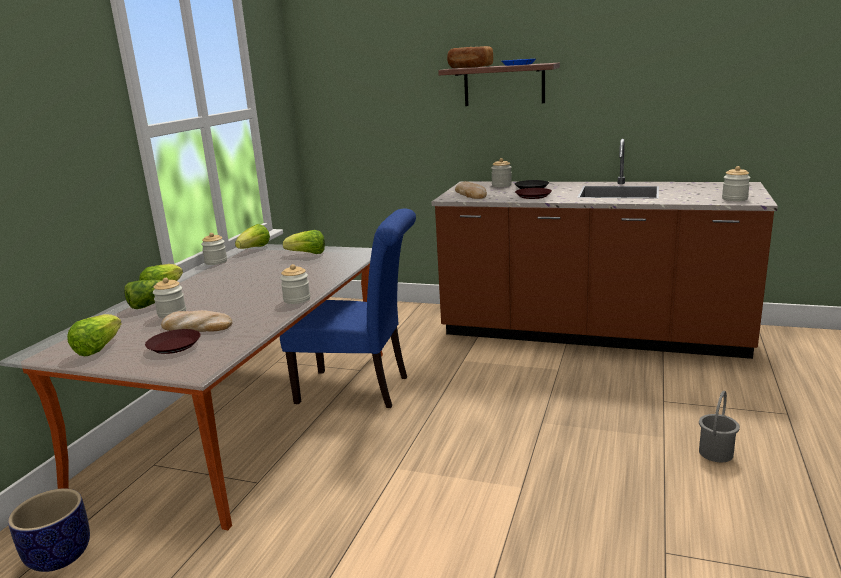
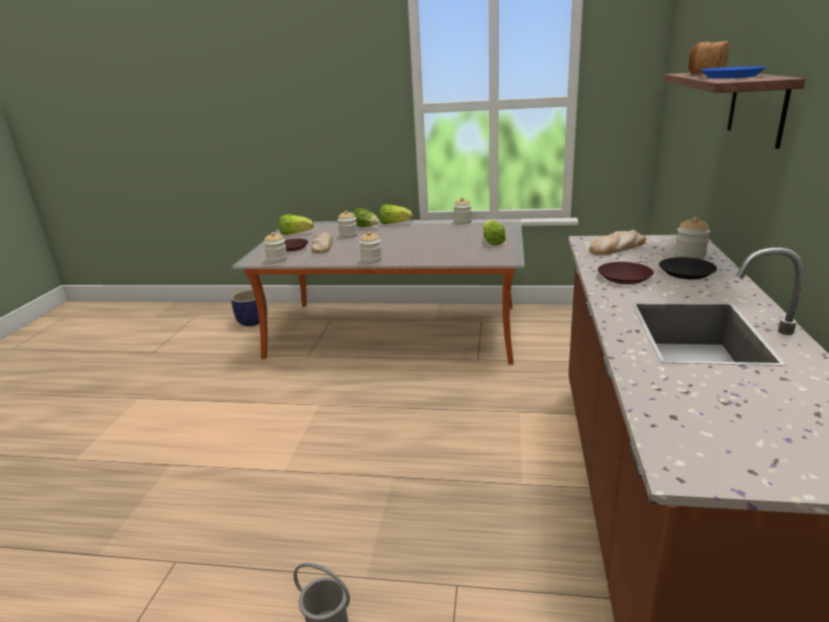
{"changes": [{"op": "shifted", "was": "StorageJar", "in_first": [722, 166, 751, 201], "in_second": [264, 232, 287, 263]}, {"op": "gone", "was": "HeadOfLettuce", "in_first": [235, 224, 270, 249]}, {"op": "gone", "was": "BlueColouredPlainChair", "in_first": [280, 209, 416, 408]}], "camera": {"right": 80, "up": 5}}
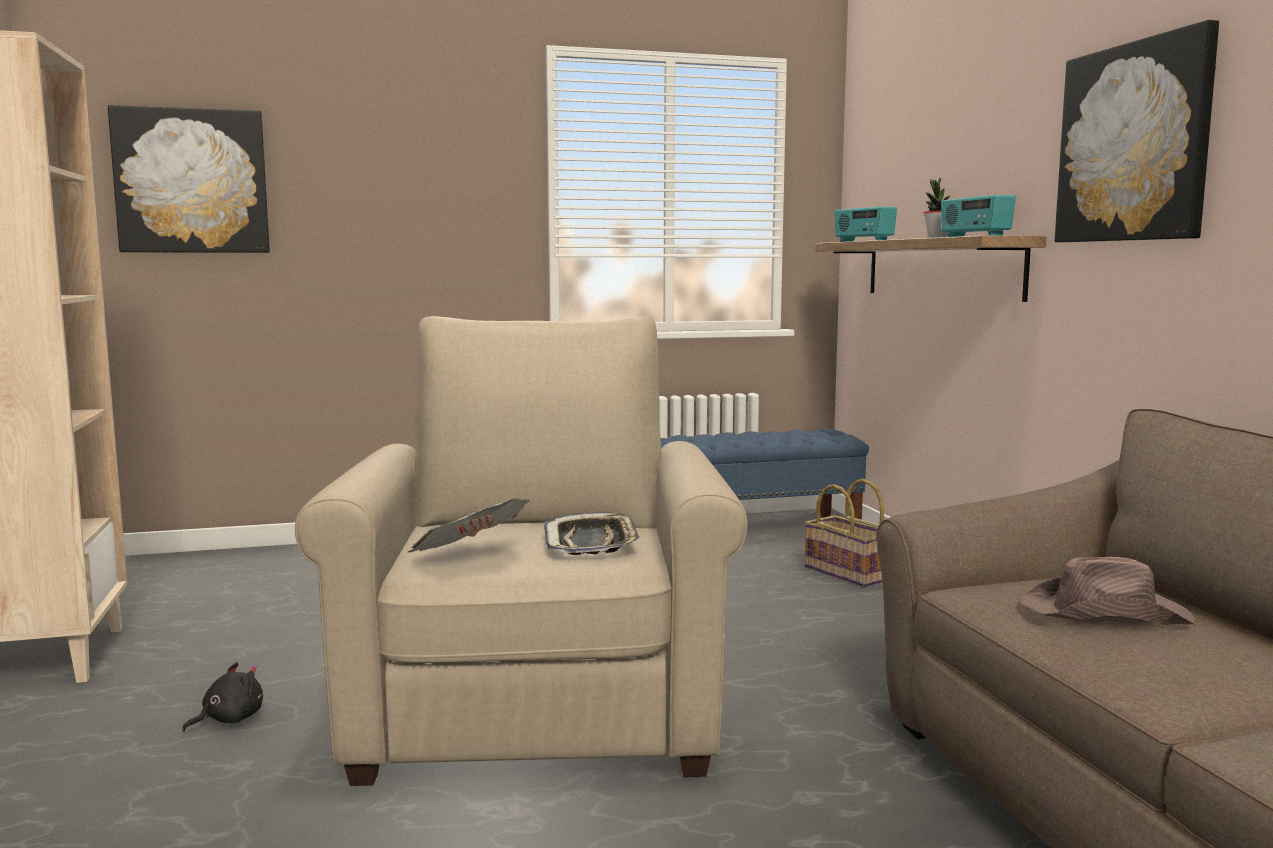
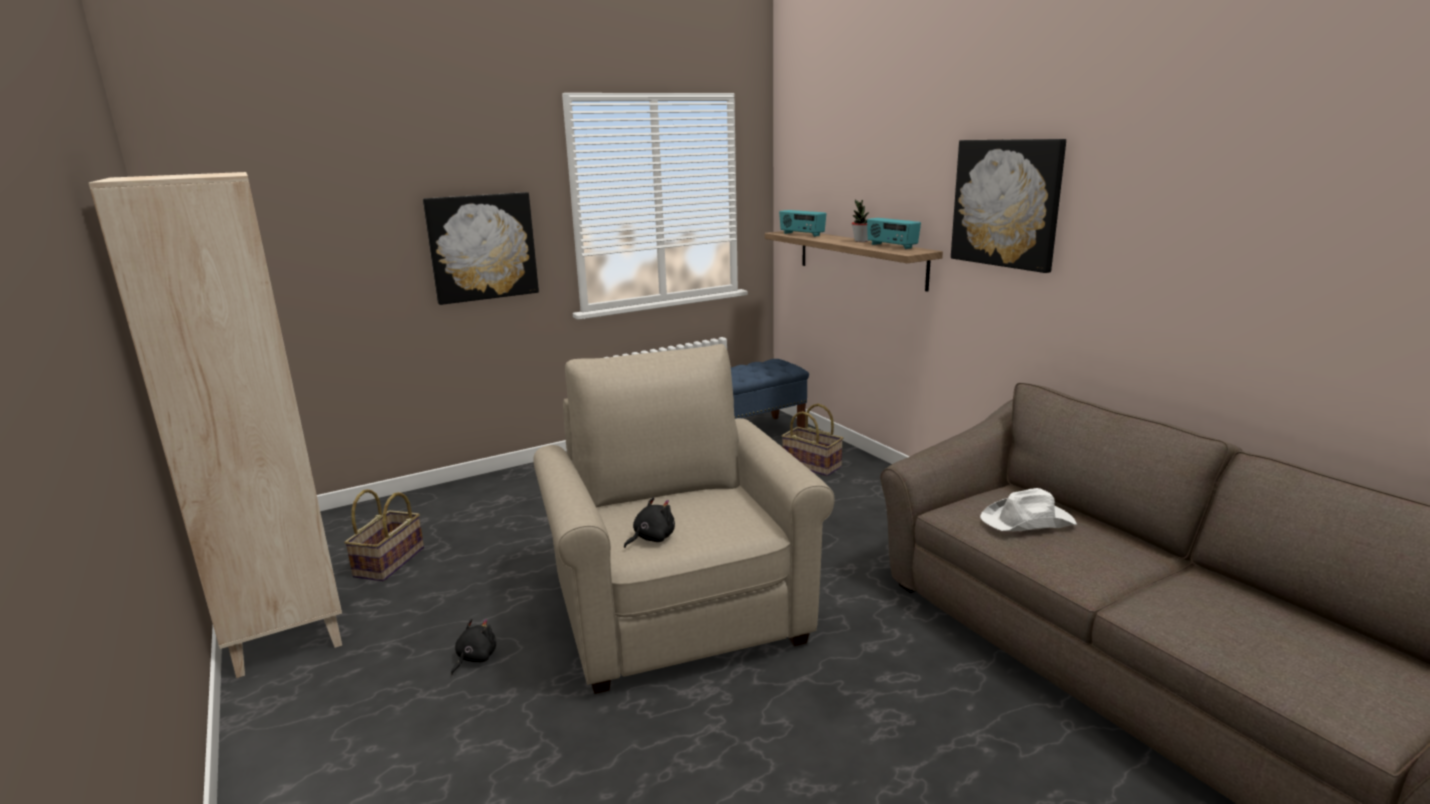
{"changes": [{"op": "new", "now": "Basket", "in_second": [344, 489, 424, 581]}, {"op": "shifted", "was": "Picture", "in_first": [108, 105, 270, 253], "in_second": [423, 192, 539, 305]}, {"op": "swapped", "was": "DailyPaper", "now": "BlackColouredSoftToy", "in_first": [408, 498, 529, 552], "in_second": [624, 497, 675, 548]}, {"op": "repainted", "was": "BrownishHat", "now": "WhiteHat", "in_first": [1019, 557, 1195, 625], "in_second": [980, 488, 1077, 531]}, {"op": "gone", "was": "ServingTray", "in_first": [544, 512, 641, 555]}], "camera": {"right": -15, "up": 10}}
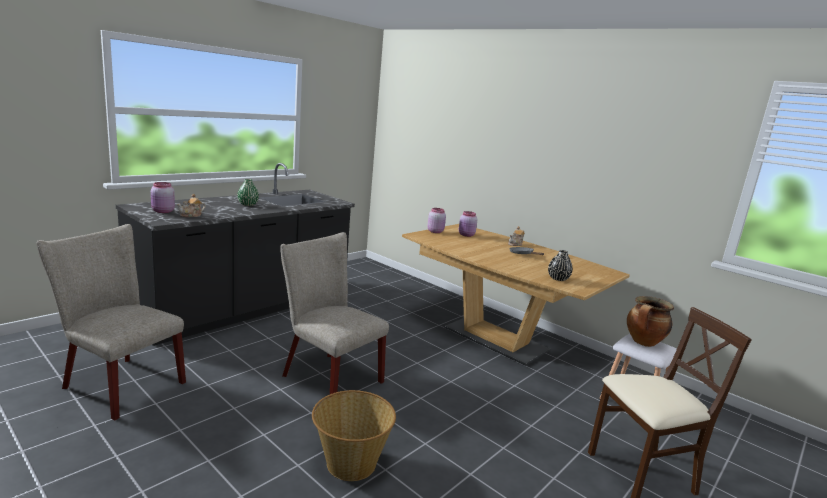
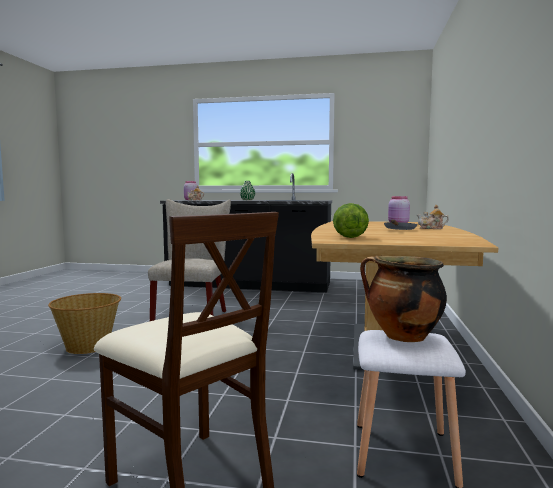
{"changes": [{"op": "swapped", "was": "BlackColouredVase", "now": "HeadOfLettuce", "in_first": [548, 250, 573, 281], "in_second": [333, 203, 369, 238]}, {"op": "gone", "was": "BeigePlainChair", "in_first": [37, 224, 186, 420]}, {"op": "gone", "was": "PinkStorageJar", "in_first": [427, 208, 446, 233]}], "camera": {"right": 60, "up": -10}}
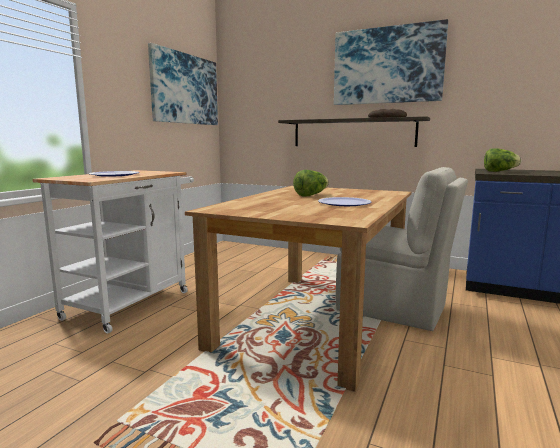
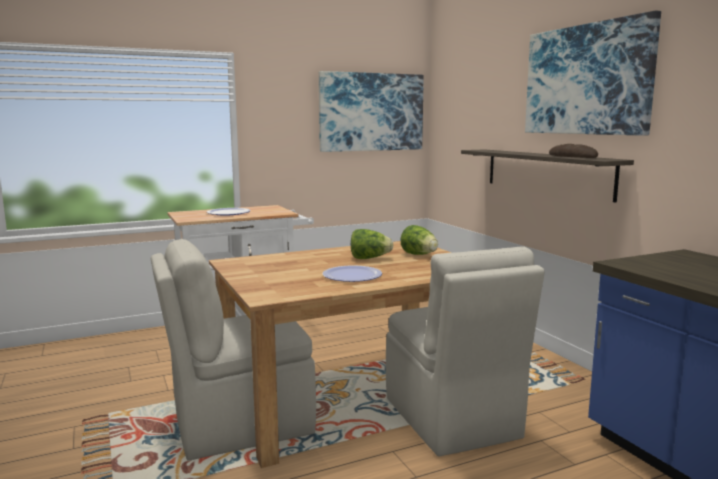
{"changes": [{"op": "new", "now": "BeigePlainChair", "in_second": [151, 239, 316, 461]}, {"op": "shifted", "was": "HeadOfLettuce", "in_first": [484, 148, 521, 172], "in_second": [400, 225, 438, 255]}], "camera": {"right": 40, "up": 0}}
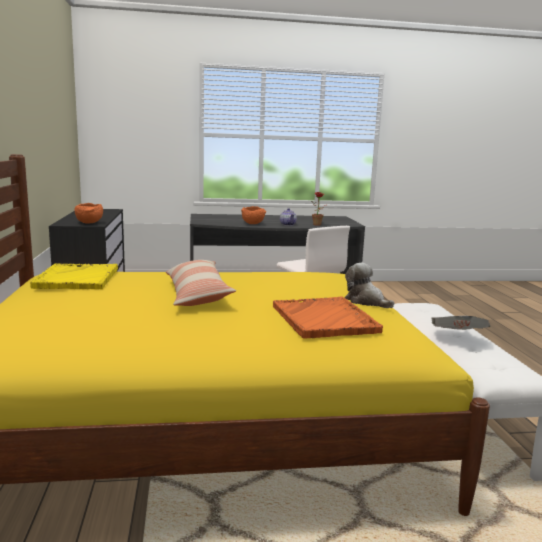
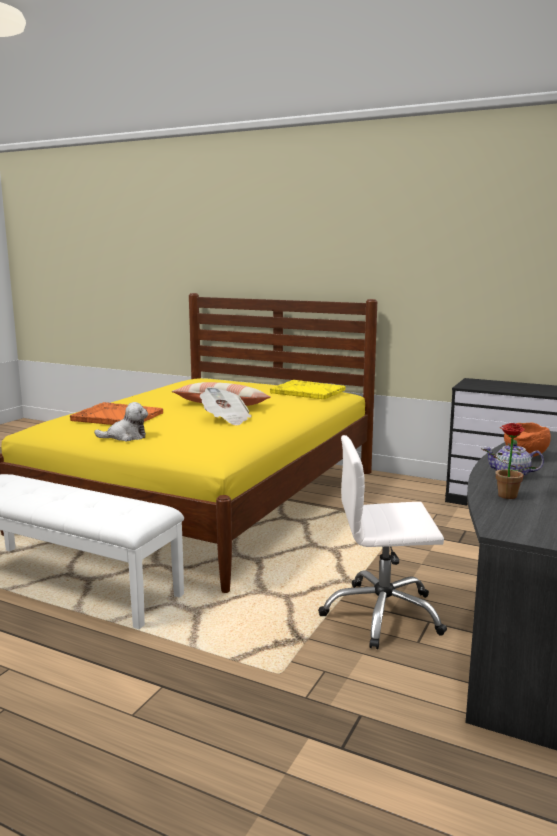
{"changes": [{"op": "shifted", "was": "DailyPaper", "in_first": [432, 316, 491, 330], "in_second": [200, 387, 252, 426]}, {"op": "gone", "was": "OrangeyBowl", "in_first": [75, 203, 103, 224]}], "camera": {"right": 125, "up": 0}}
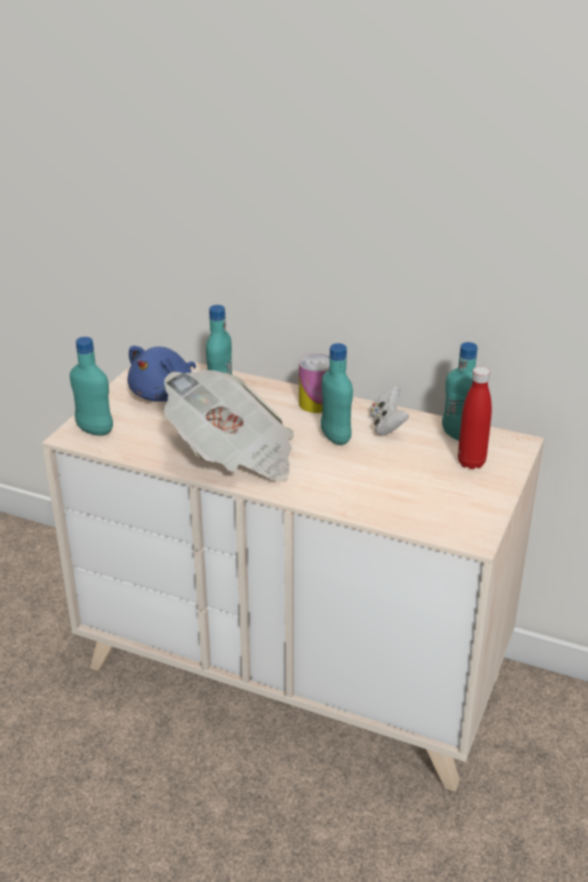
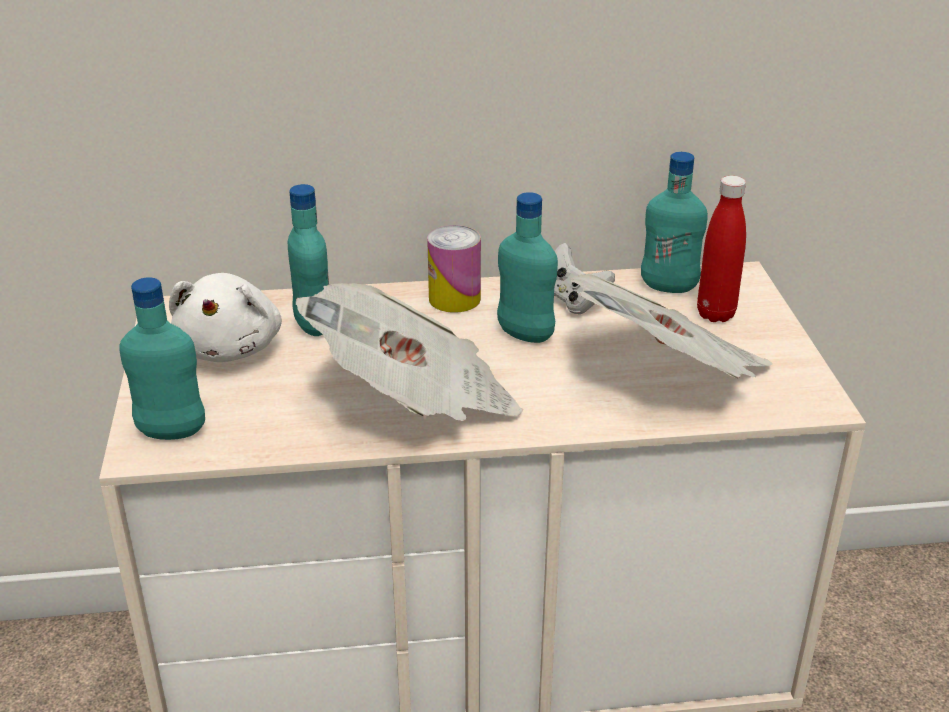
{"changes": [{"op": "repainted", "was": "BlueColouredSoftToy", "now": "WhiteSoftToy", "in_first": [127, 346, 196, 402], "in_second": [169, 273, 282, 362]}, {"op": "new", "now": "DailyPaper", "in_second": [571, 274, 773, 379]}], "camera": {"right": -30, "up": 0}}
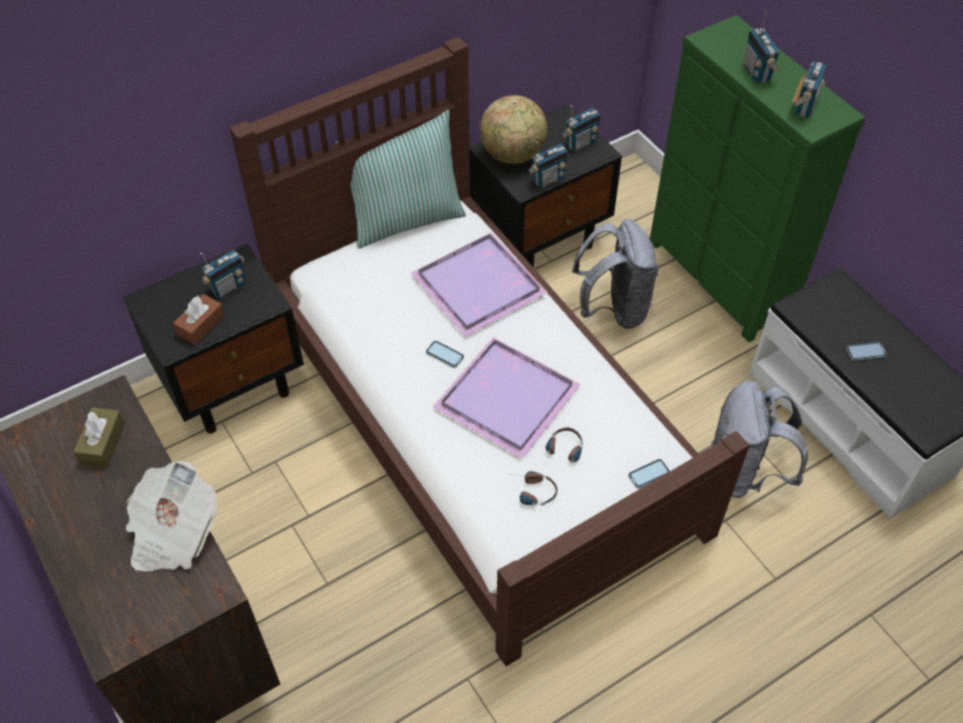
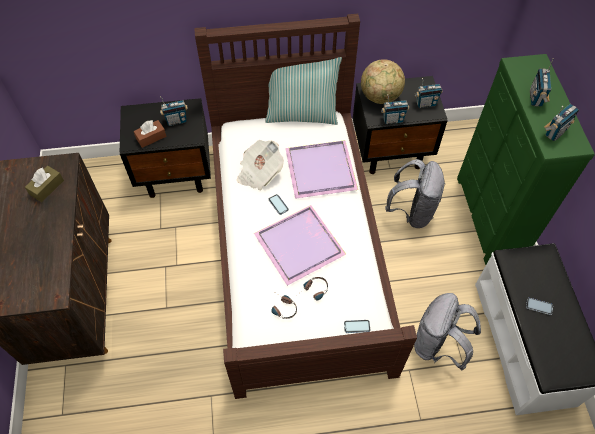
{"changes": [{"op": "shifted", "was": "DailyPaper", "in_first": [126, 460, 218, 572], "in_second": [237, 140, 284, 190]}], "camera": {"right": 25, "up": 5}}
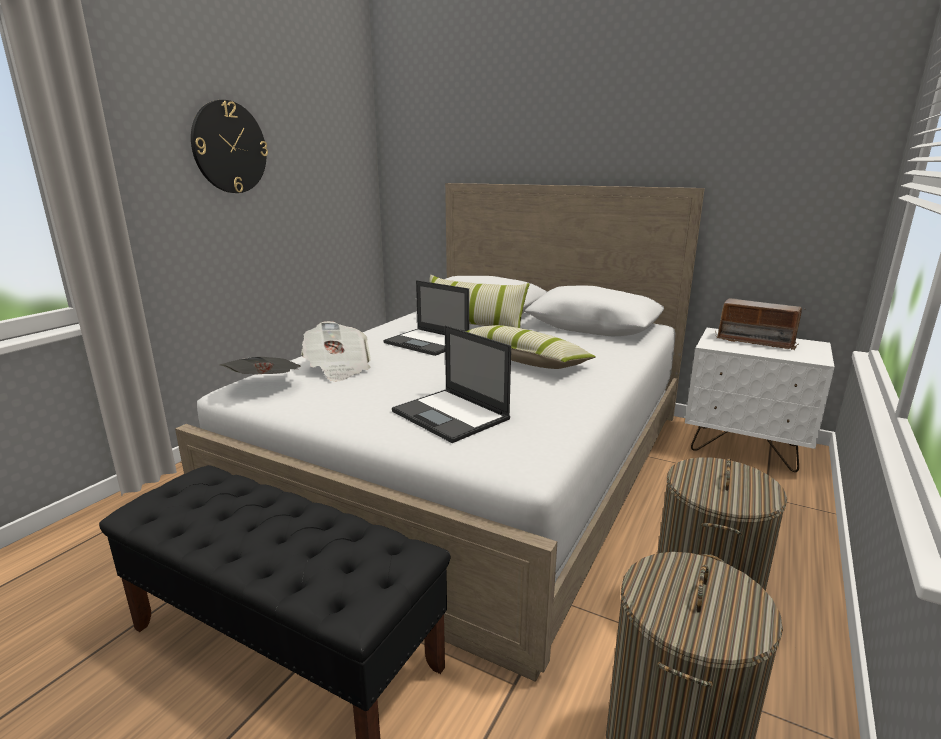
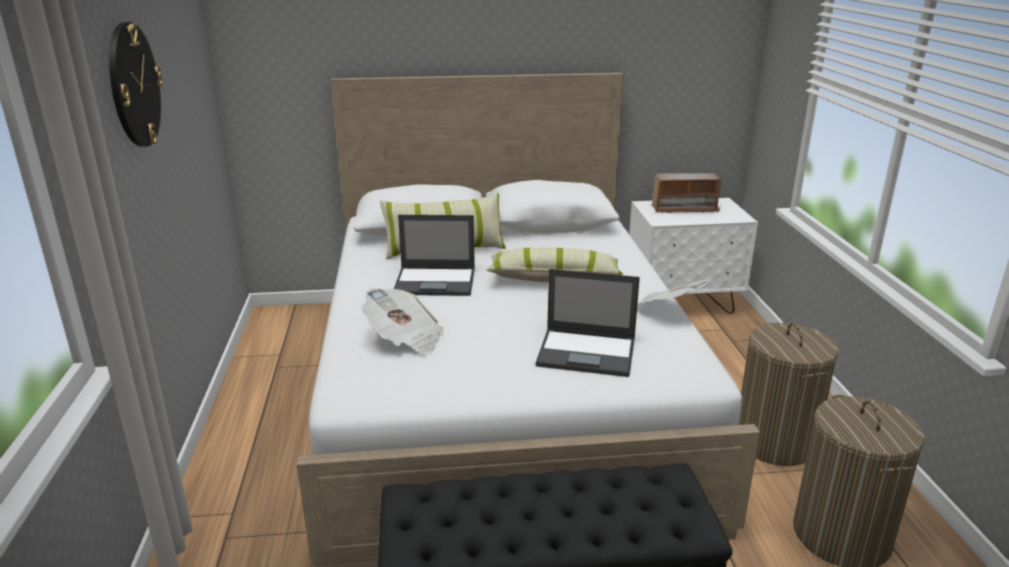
{"changes": [{"op": "shifted", "was": "DailyPaper", "in_first": [220, 357, 301, 374], "in_second": [637, 278, 711, 305]}], "camera": {"right": -35, "up": 5}}
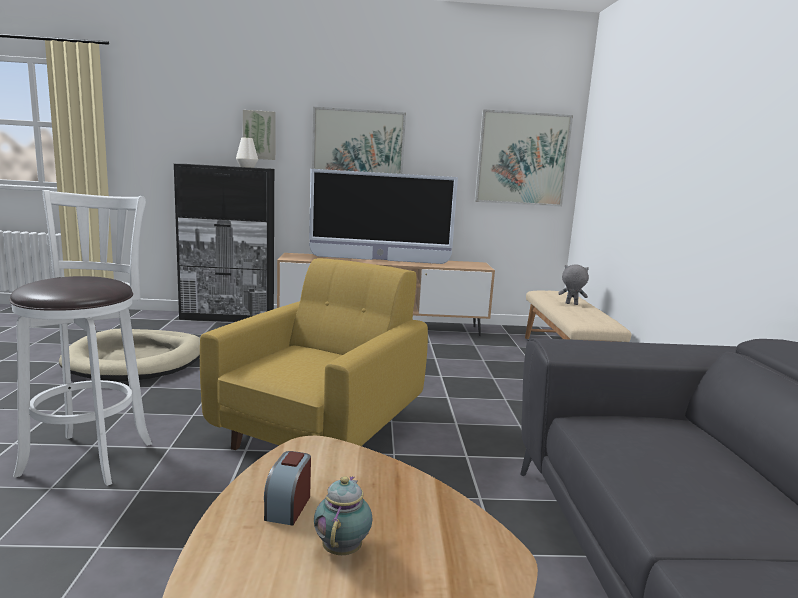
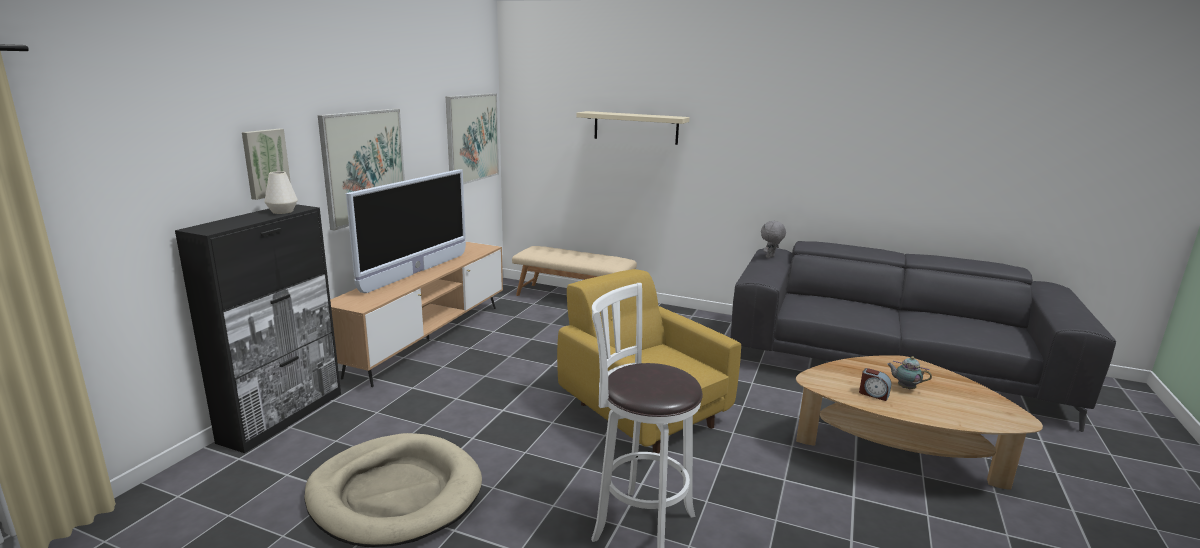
{"changes": [{"op": "new", "now": "BeigeBracketShelf", "in_second": [576, 111, 690, 145]}, {"op": "shifted", "was": "GreySoftToy", "in_first": [558, 264, 589, 305], "in_second": [761, 221, 786, 258]}], "camera": {"right": -65, "up": 5}}
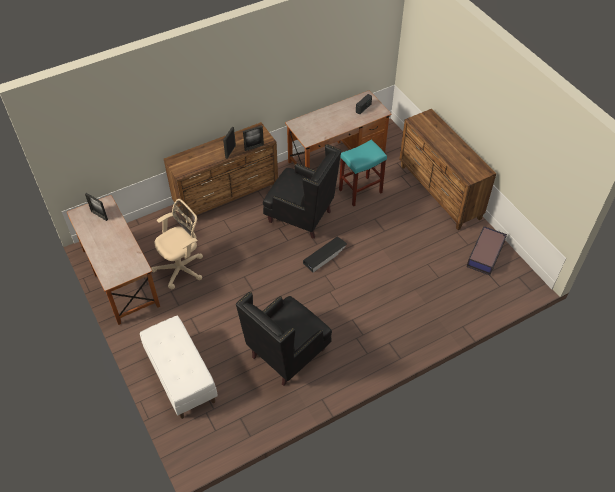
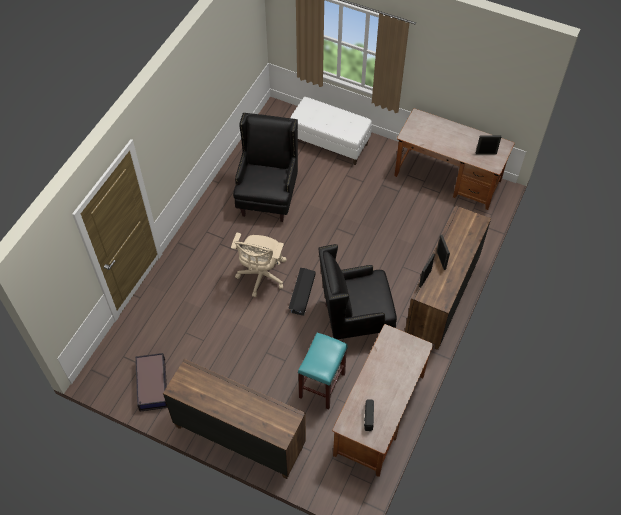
{"changes": [{"op": "shifted", "was": "BeigeComputerChair", "in_first": [151, 199, 203, 289], "in_second": [231, 233, 287, 297]}], "camera": {"right": 145, "up": 5}}
